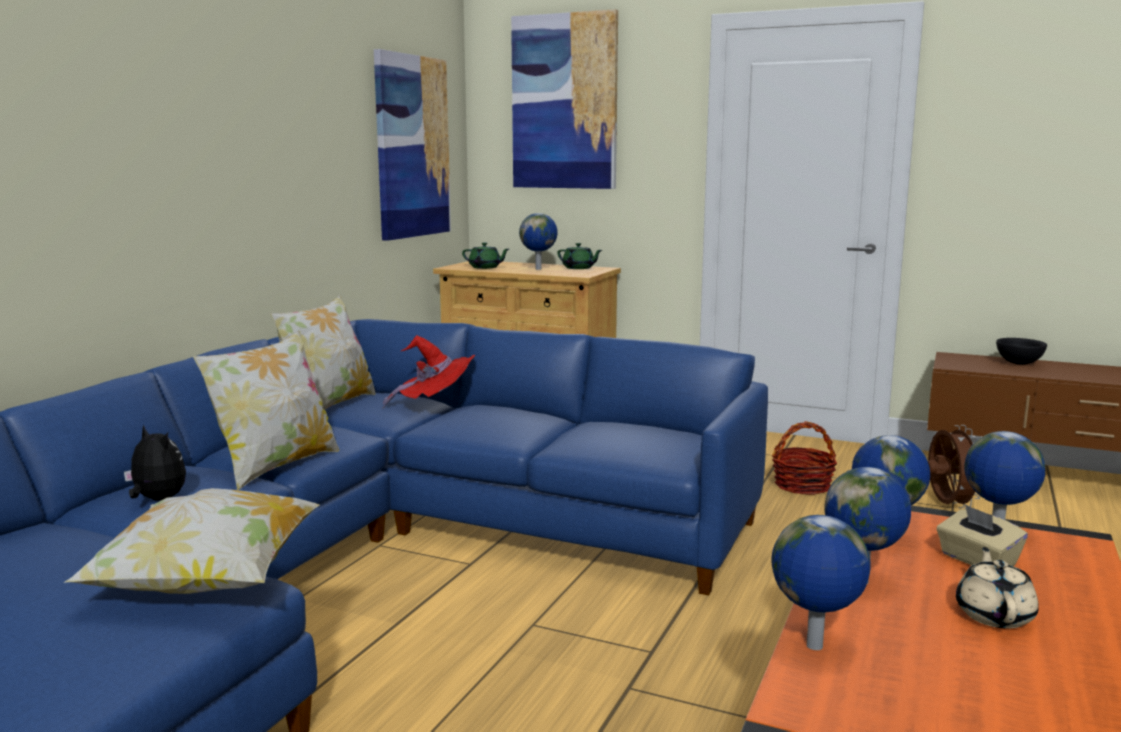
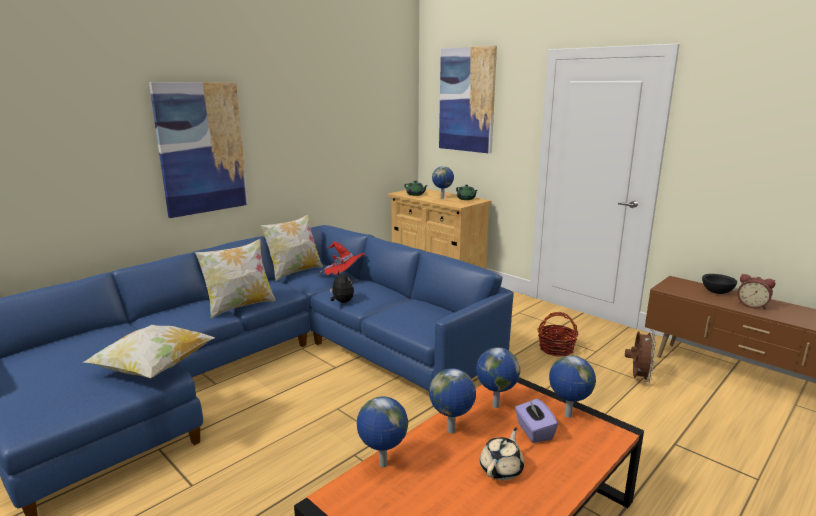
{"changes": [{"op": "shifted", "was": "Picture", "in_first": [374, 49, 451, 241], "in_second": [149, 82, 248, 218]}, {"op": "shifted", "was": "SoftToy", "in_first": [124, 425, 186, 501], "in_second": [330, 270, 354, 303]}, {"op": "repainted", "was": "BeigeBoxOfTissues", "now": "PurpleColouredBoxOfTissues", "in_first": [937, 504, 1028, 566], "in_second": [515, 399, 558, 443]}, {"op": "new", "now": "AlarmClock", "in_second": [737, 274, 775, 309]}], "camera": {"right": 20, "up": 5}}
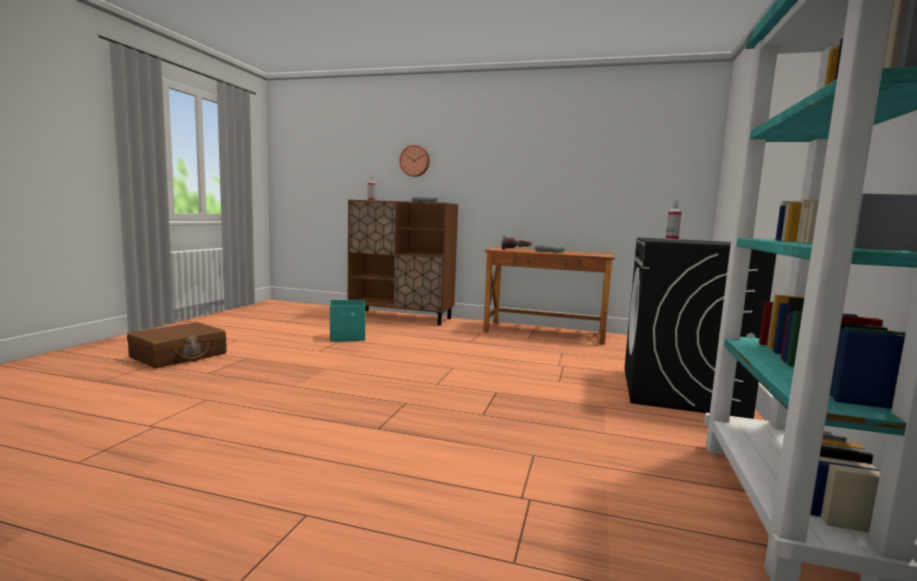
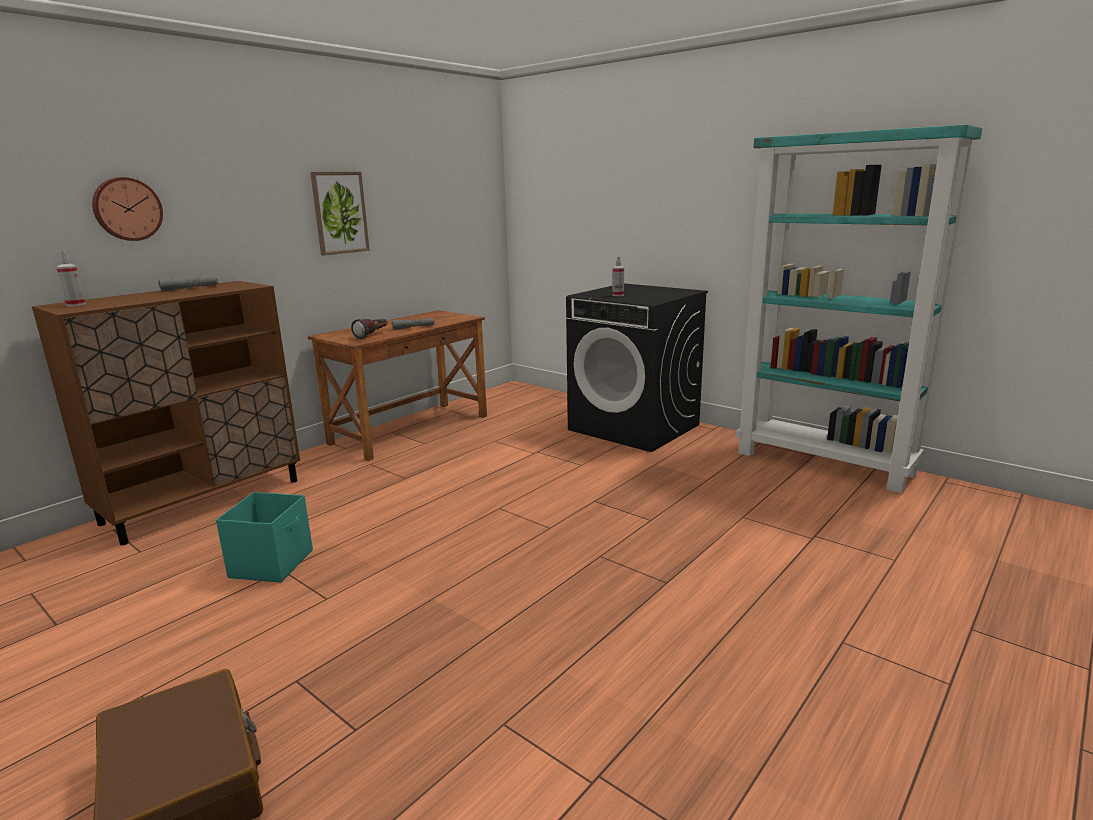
{"changes": [{"op": "new", "now": "Picture", "in_second": [310, 172, 370, 255]}], "camera": {"right": -65, "up": 10}}
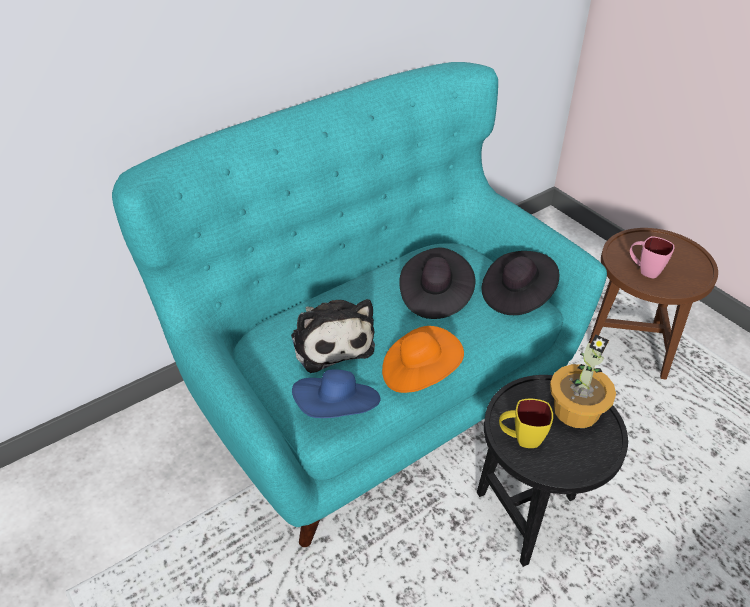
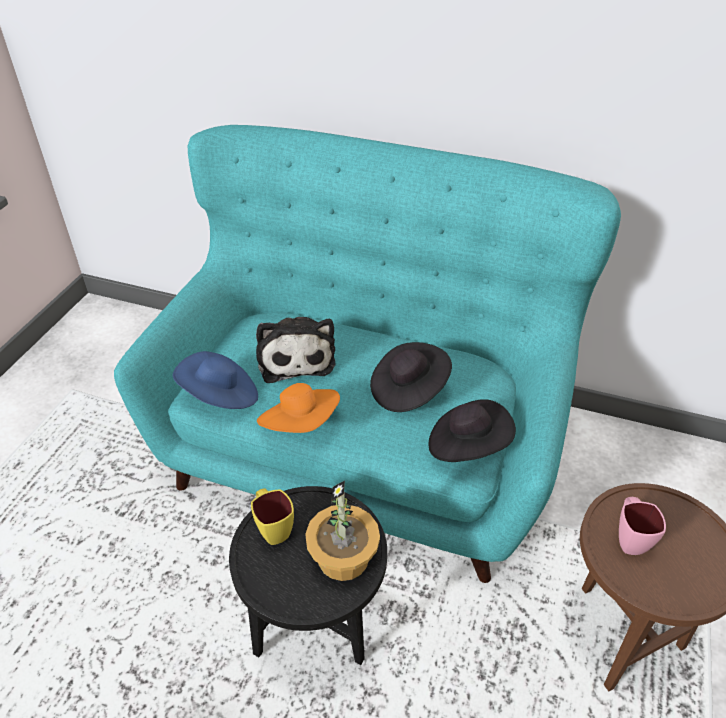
{"changes": [{"op": "rotated", "was": "SoftToy", "in_first": [291, 299, 375, 373], "in_second": [256, 317, 336, 383], "clockwise": -45}], "camera": {"right": 55, "up": 0}}
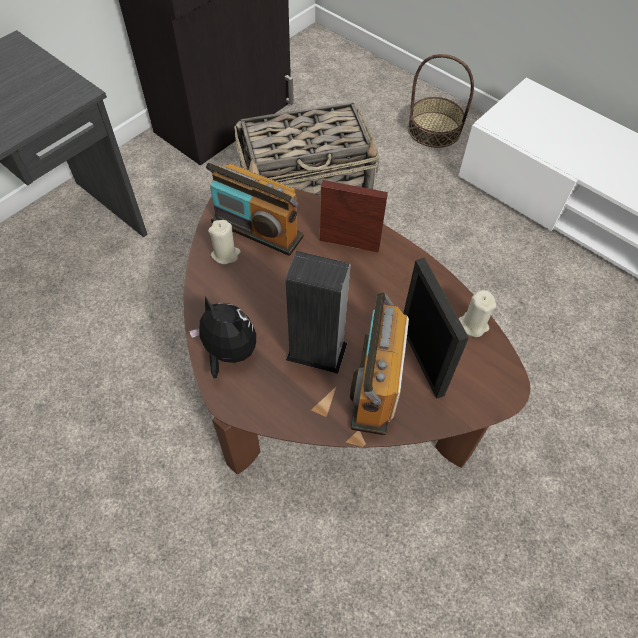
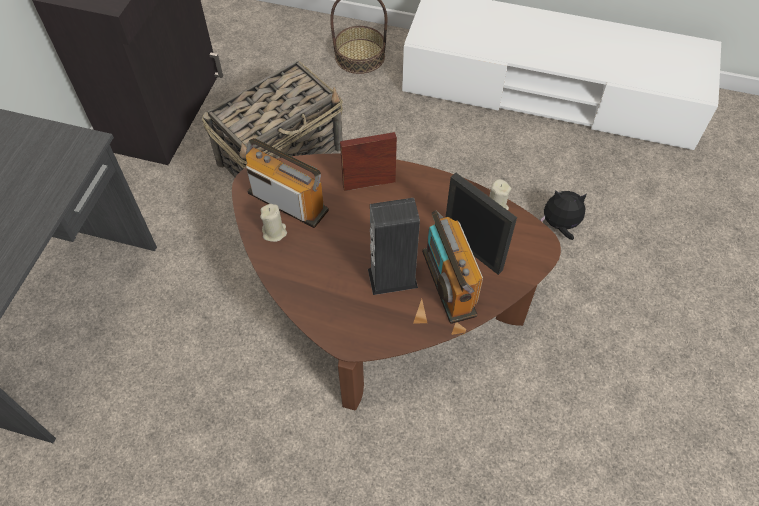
{"changes": [{"op": "rotated", "was": "Radio", "in_first": [206, 163, 304, 256], "in_second": [245, 138, 329, 228], "clockwise": -150}, {"op": "shifted", "was": "SoftToy", "in_first": [189, 296, 256, 378], "in_second": [540, 190, 587, 240]}], "camera": {"right": -25, "up": 0}}
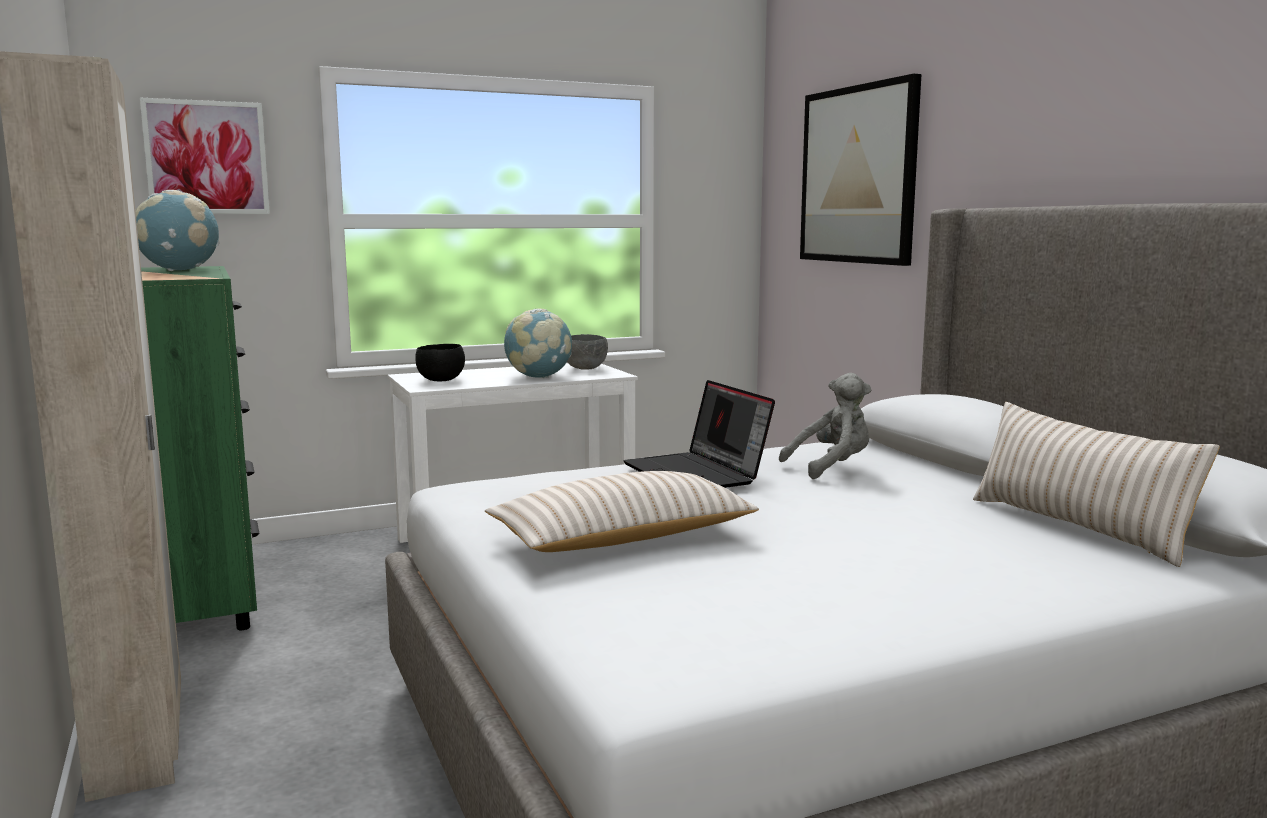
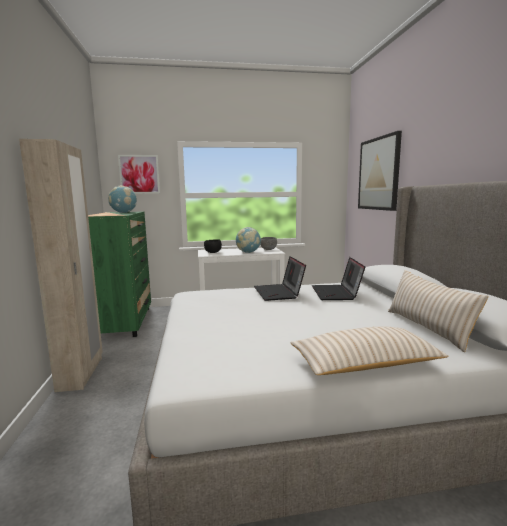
{"changes": [{"op": "shifted", "was": "BeigePillow", "in_first": [485, 471, 759, 552], "in_second": [291, 327, 448, 375]}, {"op": "swapped", "was": "GreySoftToy", "now": "NotebookComputer", "in_first": [779, 373, 871, 479], "in_second": [312, 257, 365, 300]}], "camera": {"right": 15, "up": 0}}
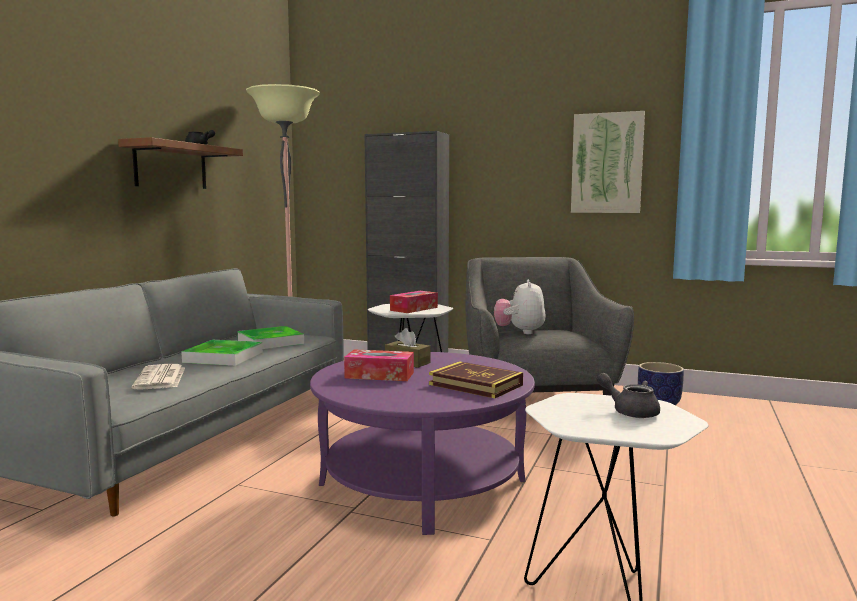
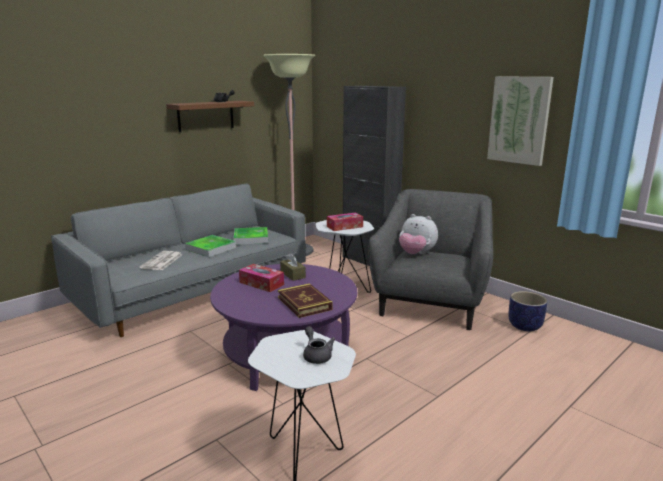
{"changes": [{"op": "rotated", "was": "SoftToy", "in_first": [494, 280, 546, 334], "in_second": [399, 214, 438, 254], "clockwise": -90}], "camera": {"right": 25, "up": 10}}
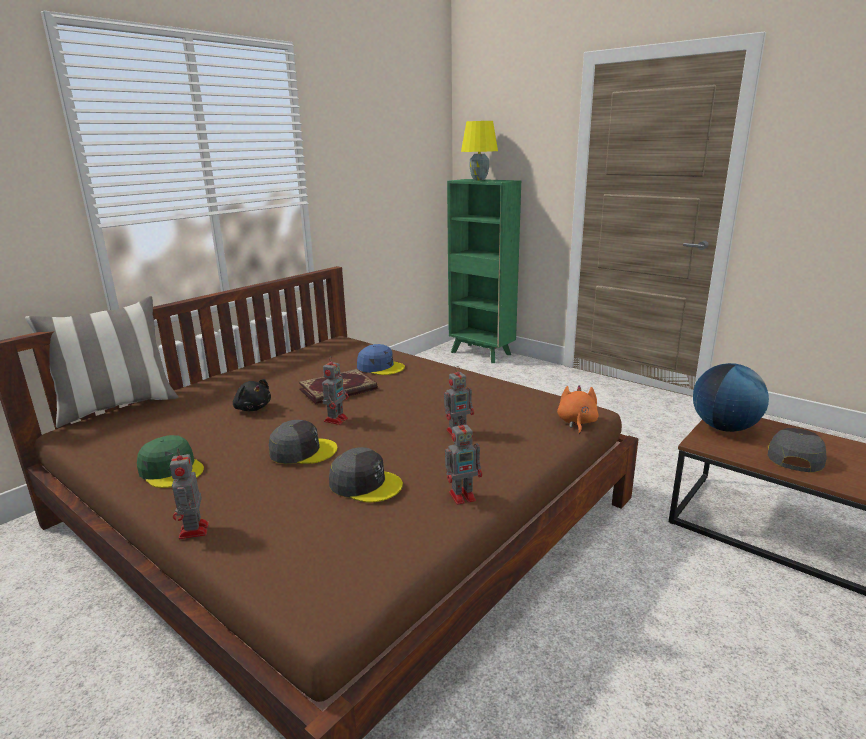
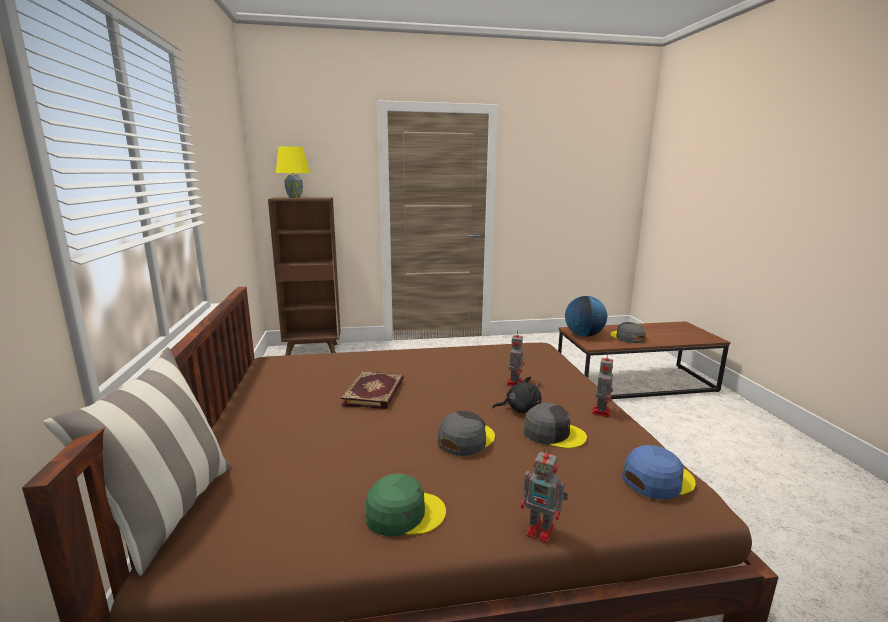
{"changes": [{"op": "repainted", "was": "GreenishBookshelf", "now": "BrownishBookshelf", "in_first": [447, 179, 521, 363], "in_second": [268, 198, 340, 355]}, {"op": "shifted", "was": "BlackColouredSoftToy", "in_first": [233, 379, 271, 411], "in_second": [492, 376, 542, 413]}, {"op": "rotated", "was": "GreyCap", "in_first": [329, 447, 403, 503], "in_second": [523, 403, 587, 449], "clockwise": 45}, {"op": "shifted", "was": "BlueColouredCap", "in_first": [357, 344, 405, 375], "in_second": [622, 445, 696, 500]}, {"op": "gone", "was": "RobotFigure", "in_first": [322, 356, 349, 425]}, {"op": "gone", "was": "OrangeySoftToy", "in_first": [557, 385, 599, 434]}], "camera": {"right": -50, "up": -5}}
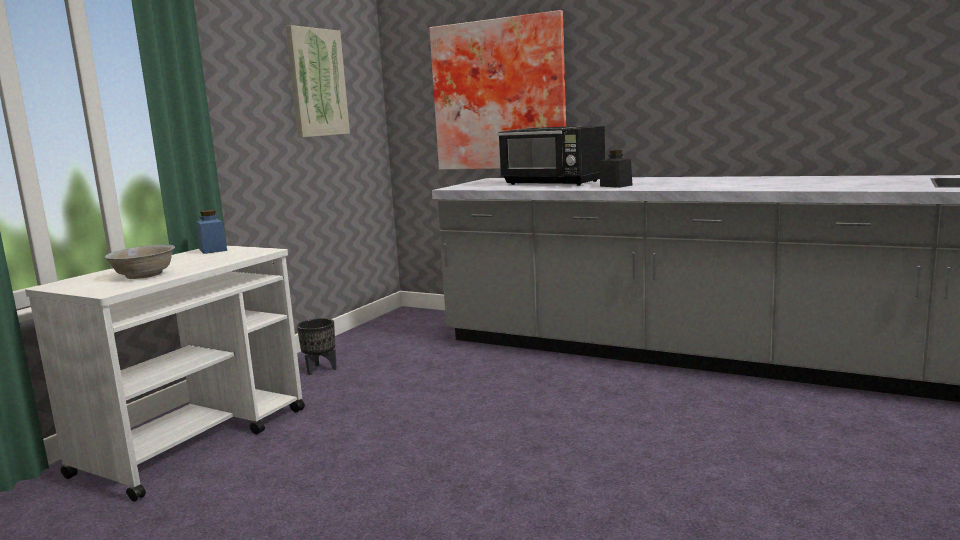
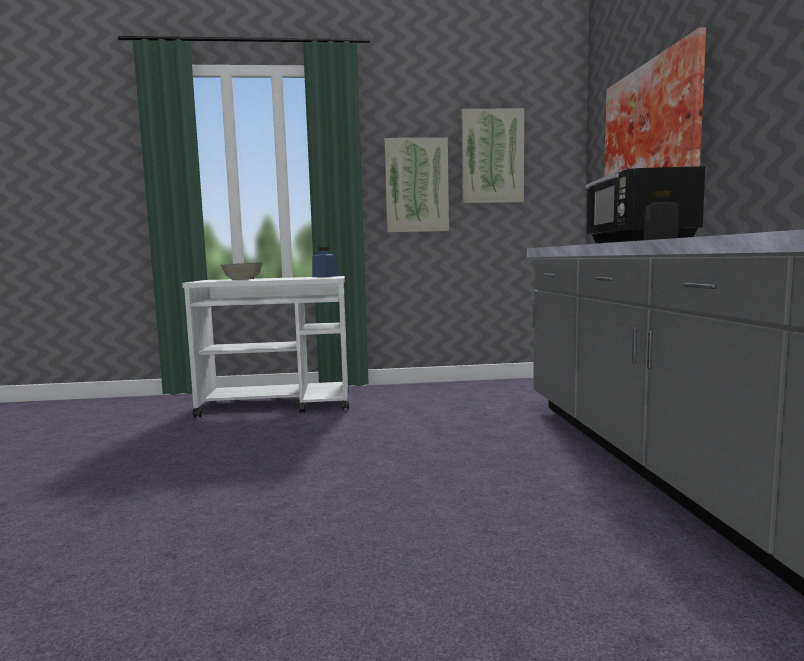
{"changes": [{"op": "new", "now": "Picture", "in_second": [384, 138, 449, 233]}, {"op": "gone", "was": "BlackColouredPlantPot", "in_first": [297, 318, 337, 375]}], "camera": {"right": 55, "up": -5}}
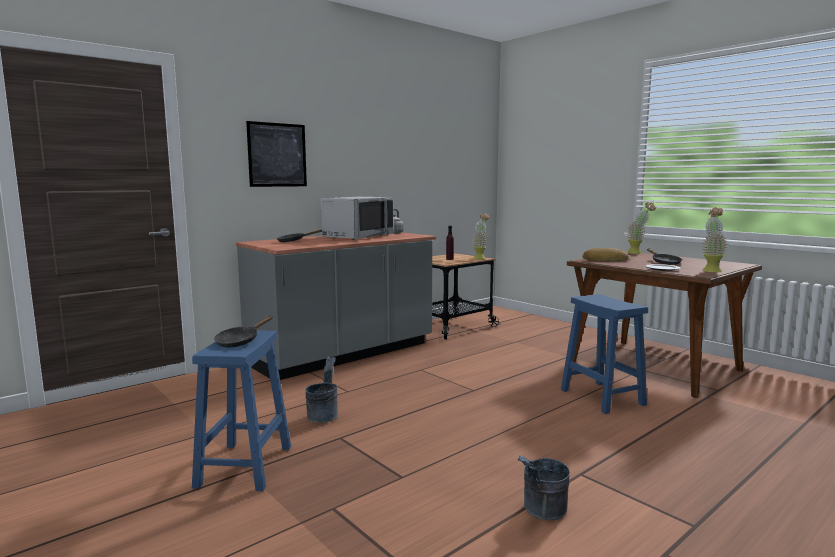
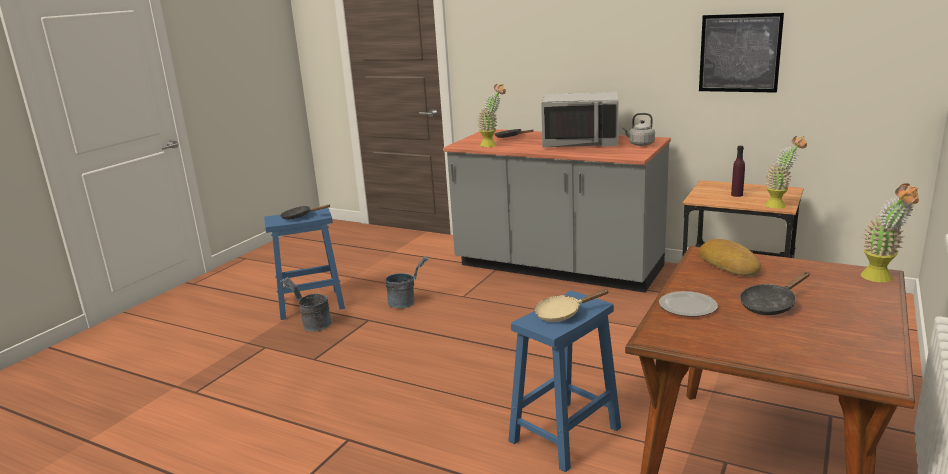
{"changes": [{"op": "shifted", "was": "GreyBucket", "in_first": [518, 455, 570, 520], "in_second": [280, 277, 332, 332]}, {"op": "shifted", "was": "Houseplant", "in_first": [702, 207, 727, 272], "in_second": [478, 84, 506, 147]}, {"op": "new", "now": "BeigePan", "in_second": [534, 289, 608, 322]}, {"op": "shifted", "was": "Picture", "in_first": [246, 121, 307, 187], "in_second": [699, 13, 784, 93]}], "camera": {"right": 70, "up": 10}}
